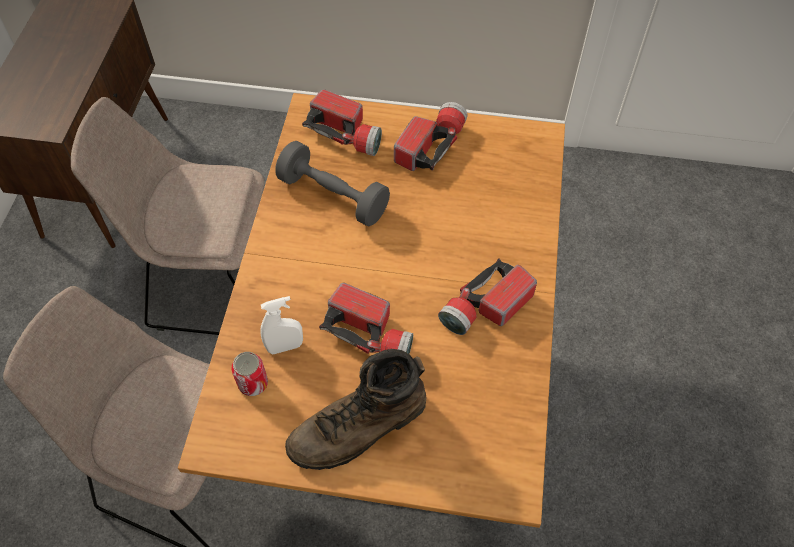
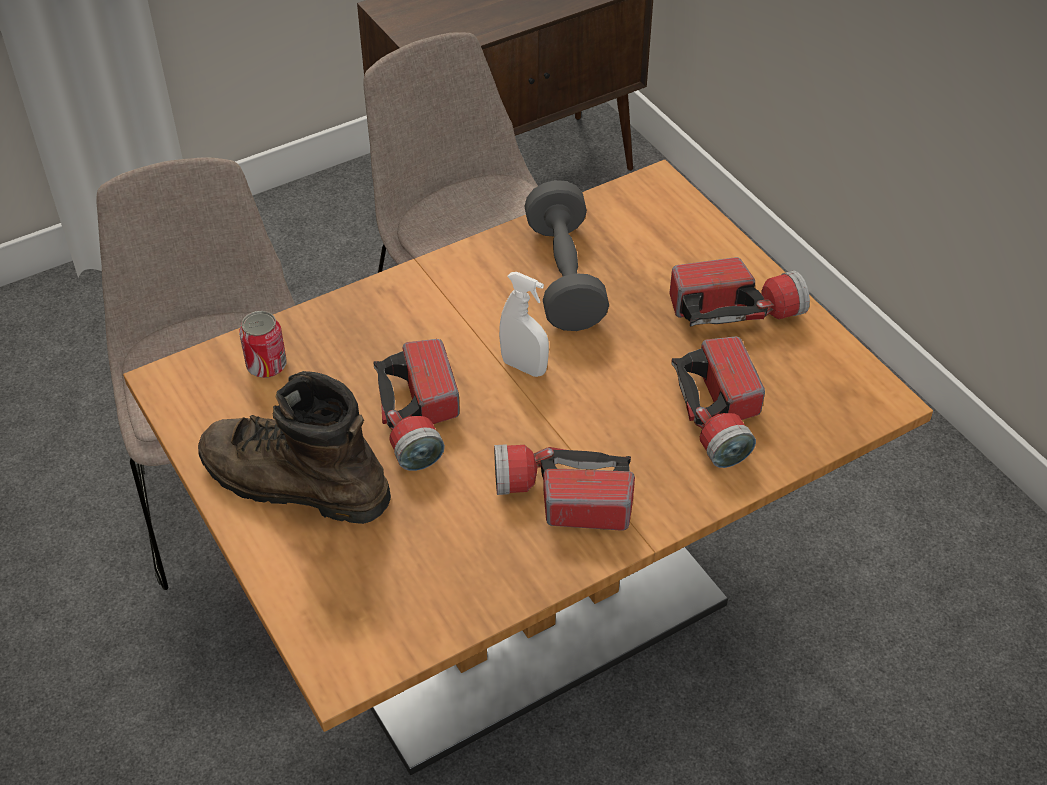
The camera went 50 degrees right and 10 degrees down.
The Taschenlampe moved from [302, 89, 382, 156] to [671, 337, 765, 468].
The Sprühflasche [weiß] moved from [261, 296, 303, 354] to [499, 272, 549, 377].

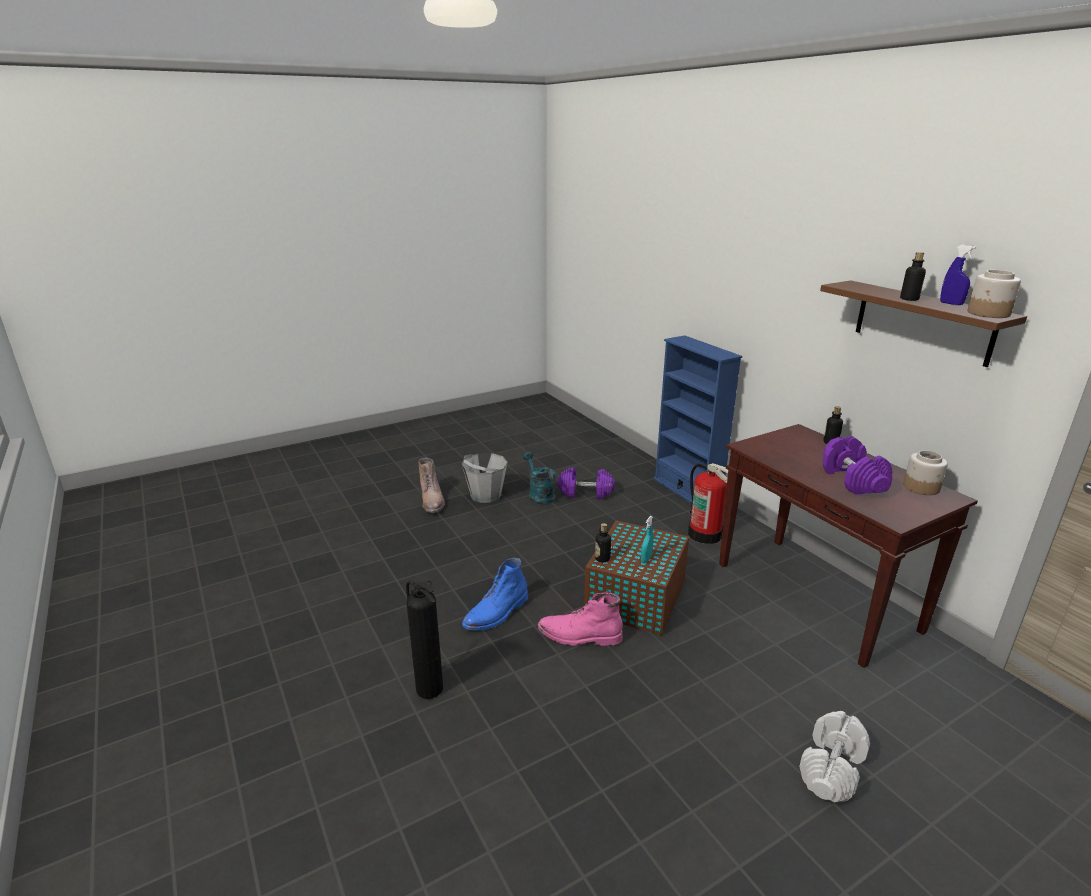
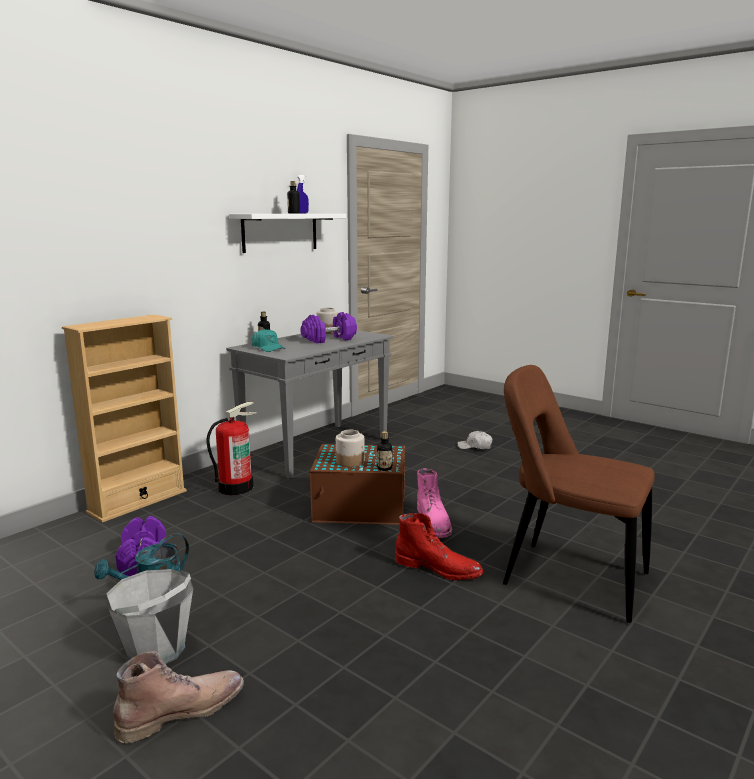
The camera went 110 degrees left and 10 degrees down.
The Vorratsglas moved from [967, 270, 1021, 318] to [336, 430, 365, 467].
The Wandregal [braun] at [820, 280, 1027, 367] became the Wandregal [weiß] at [229, 214, 346, 253].
The Bücherregal [blau] at [653, 335, 742, 504] became the Bücherregal [beige] at [62, 314, 187, 523].
The Konsolentisch [braun] at [719, 424, 978, 668] became the Konsolentisch [grau] at [226, 330, 393, 479].
The Sprühflasche [türkis] at [641, 516, 654, 563] disappeared.
The Stiefel [blau] at [462, 558, 528, 631] became the Stiefel [rot] at [395, 513, 483, 580].
The Feuerlöscher at [406, 581, 443, 699] was replaced by the Stuhl [braun] at [503, 365, 655, 623].
The Hantel [weiß] at [799, 711, 870, 802] was replaced by the Kappe [weiß] at [458, 431, 493, 449].
The Kappe [türkis] at [251, 329, 285, 352] appeared.

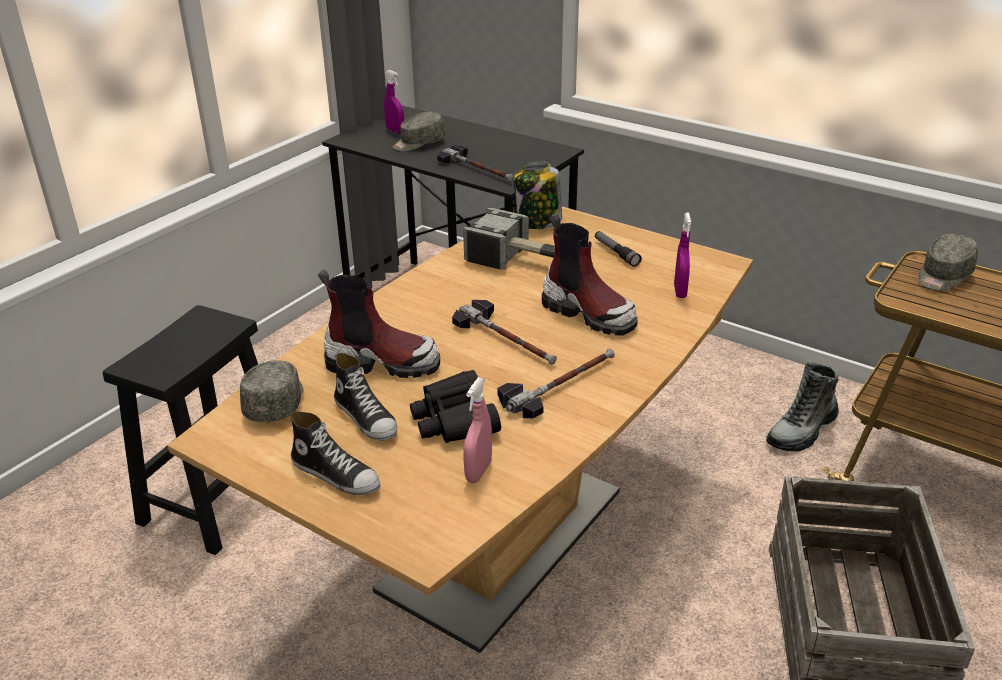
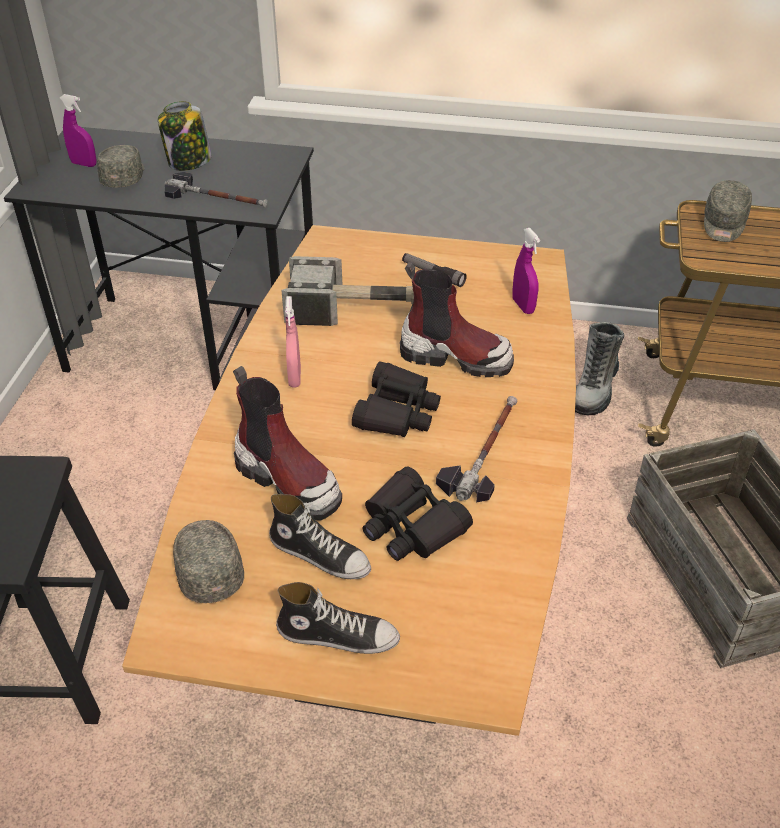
The camera went 25 degrees left and 10 degrees up.
The Kappe [grau] at [393, 112, 445, 151] turned 150 degrees clockwise.
The Vorratsglas moved from [514, 161, 562, 229] to [158, 101, 212, 171].
The Stiefel at [318, 269, 440, 378] turned 60 degrees clockwise.
The Hammer at [452, 300, 557, 365] was replaced by the Fernglas [schwarz] at [352, 361, 441, 437].
The Sprühflasche [rosa] moved from [464, 377, 492, 483] to [285, 296, 301, 388].

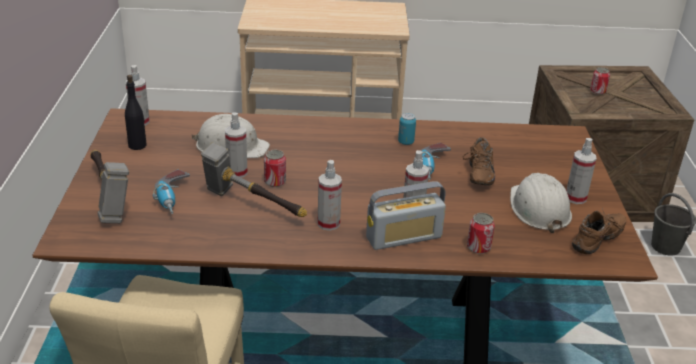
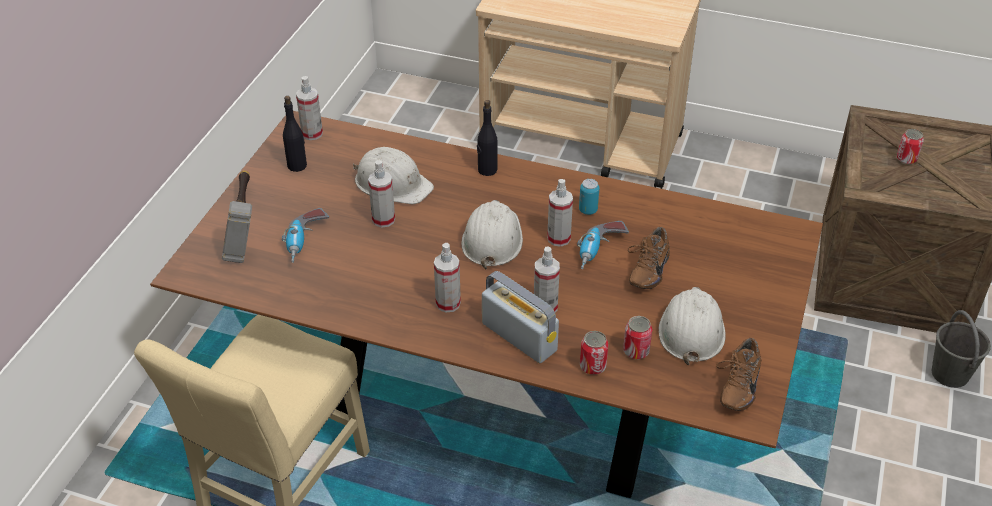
The camera went 20 degrees right and 10 degrees up.
The Sprühflasche moved from [566, 138, 596, 204] to [547, 179, 573, 247].
The Hammer at [201, 142, 307, 217] disappeared.
The Dose moved from [264, 150, 286, 187] to [623, 316, 652, 359].
The Radio at [366, 181, 446, 250] turned 135 degrees counterclockwise.
The Schuh [braun] at [572, 208, 626, 254] turned 135 degrees clockwise.
The Flasche [schwarz] at [477, 100, 497, 176] appeared.
The Schutzhelm [weiß] at [461, 200, 523, 270] appeared.

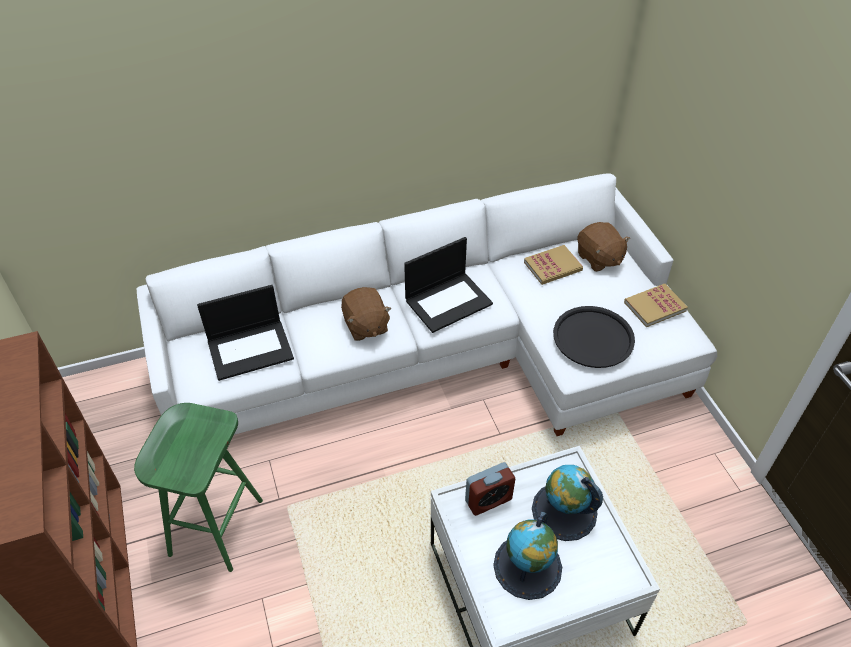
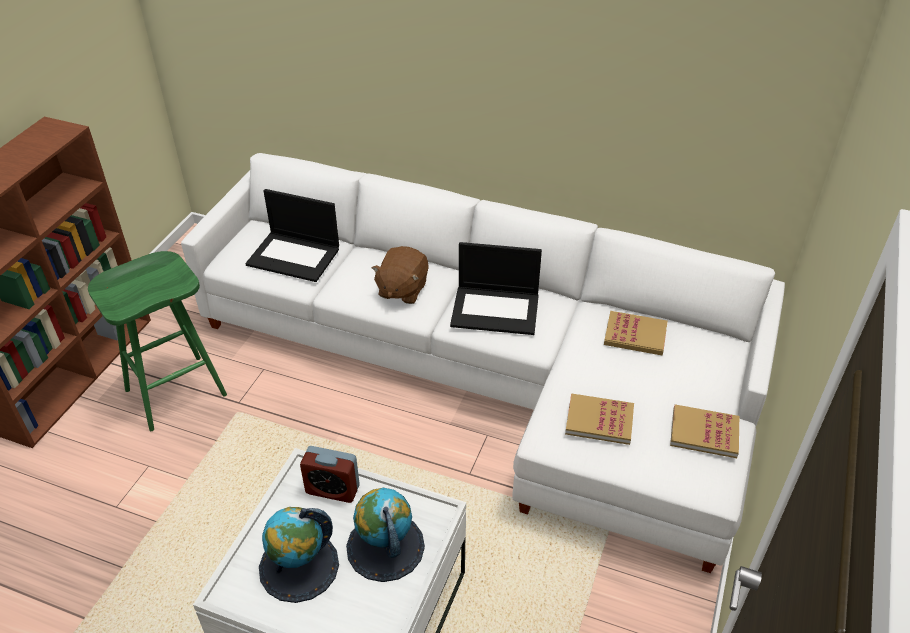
The camera went 40 degrees right and 5 degrees down.
The Plüschtier [braun] at [577, 222, 630, 272] disappeared.
The Tablett [schwarz] at [553, 306, 635, 368] was replaced by the Buch at [565, 393, 634, 445].

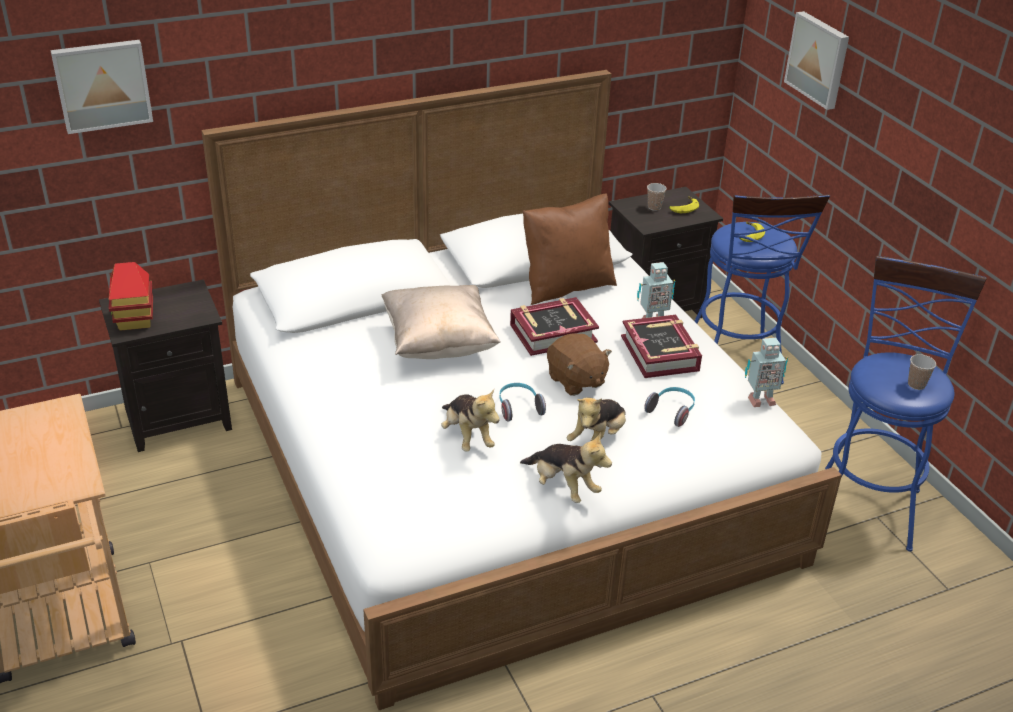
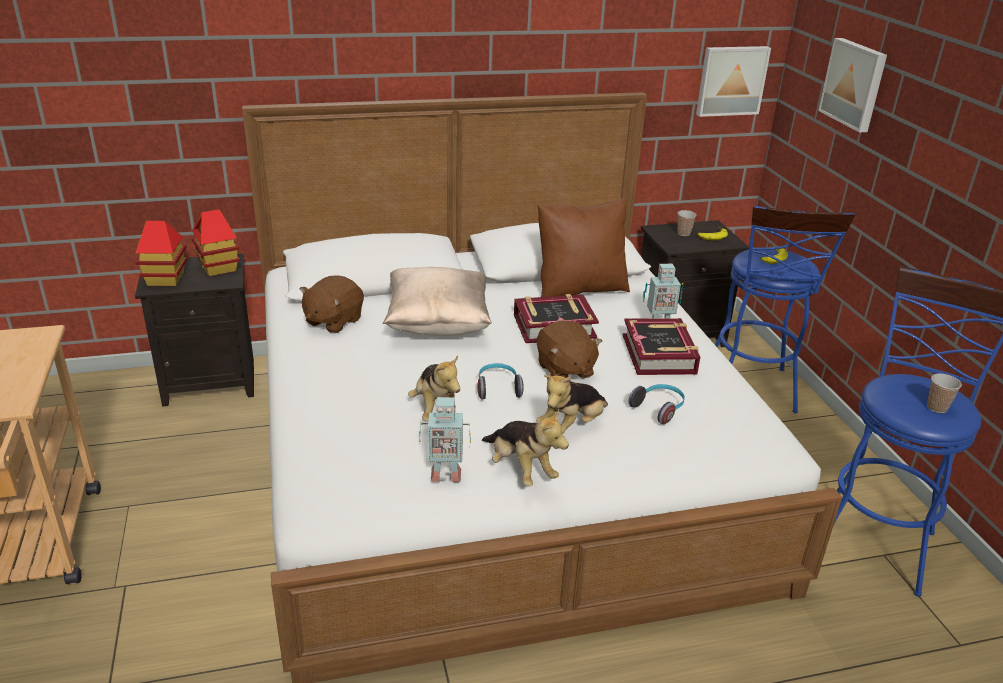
The camera went 10 degrees right and 5 degrees down.
The Bild moved from [50, 40, 153, 134] to [696, 46, 771, 117].
The Spielzeugroboter moved from [745, 338, 788, 407] to [419, 397, 471, 482].
The Spielzeughaus at [192, 209, 240, 276] appeared.
The Plüschtier [braun] at [300, 275, 364, 333] appeared.

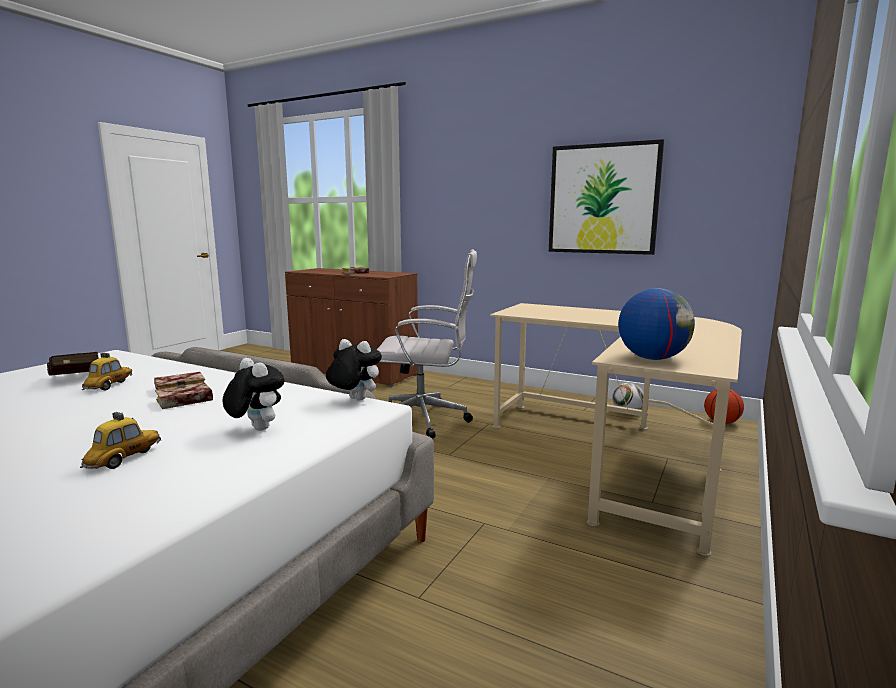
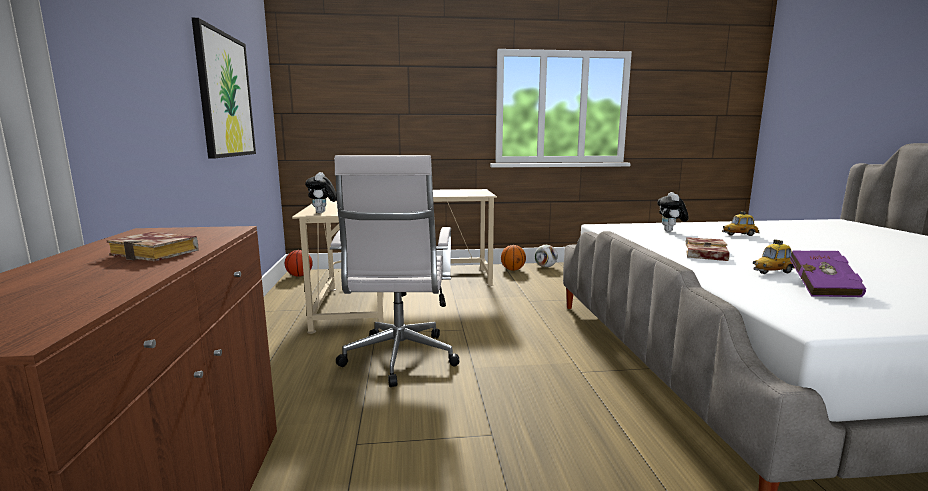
The camera went 125 degrees left and 0 degrees up.
The Bürostuhl [weiß] at [377, 249, 477, 439] turned 150 degrees counterclockwise.
The Globus at [618, 288, 695, 360] disappeared.
The Plüschtier moved from [326, 339, 382, 401] to [305, 172, 337, 213].
The Buch [rot] at [47, 352, 99, 376] became the Buch [lila] at [790, 250, 866, 297].
The Fußball moved from [612, 383, 644, 410] to [535, 245, 558, 267].
The Basketball at [501, 245, 526, 271] appeared.

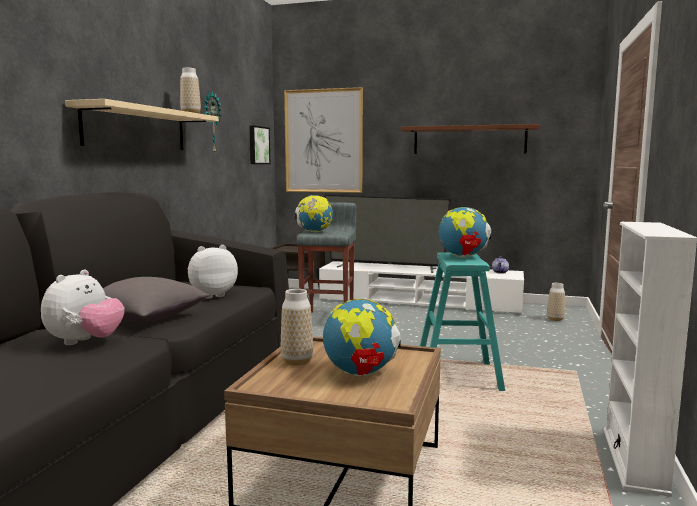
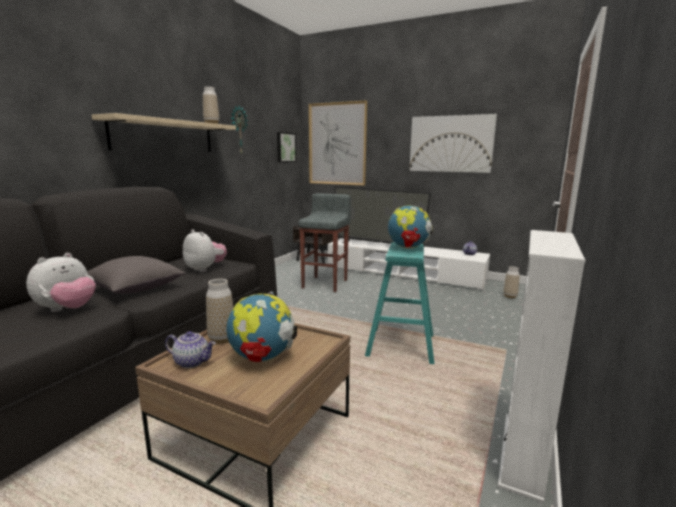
The camera went 10 degrees right and 5 degrees up.
The Wandregal [braun] at [400, 124, 540, 154] was replaced by the Bild at [409, 114, 497, 173].
The Globus at [295, 195, 333, 233] disappeared.
The Plüschtier at [188, 245, 238, 299] turned 60 degrees clockwise.
The Teekanne at [165, 331, 216, 368] appeared.

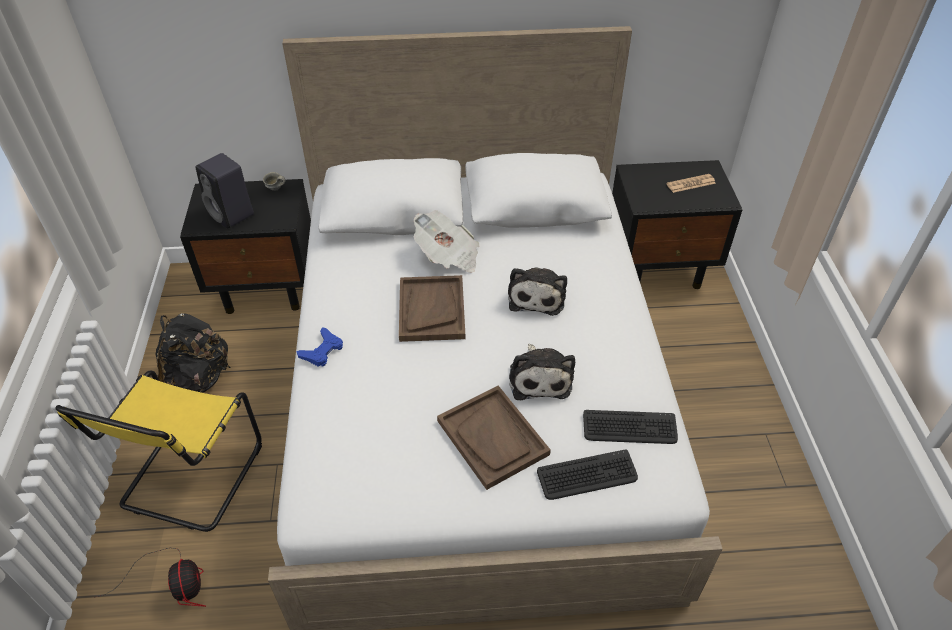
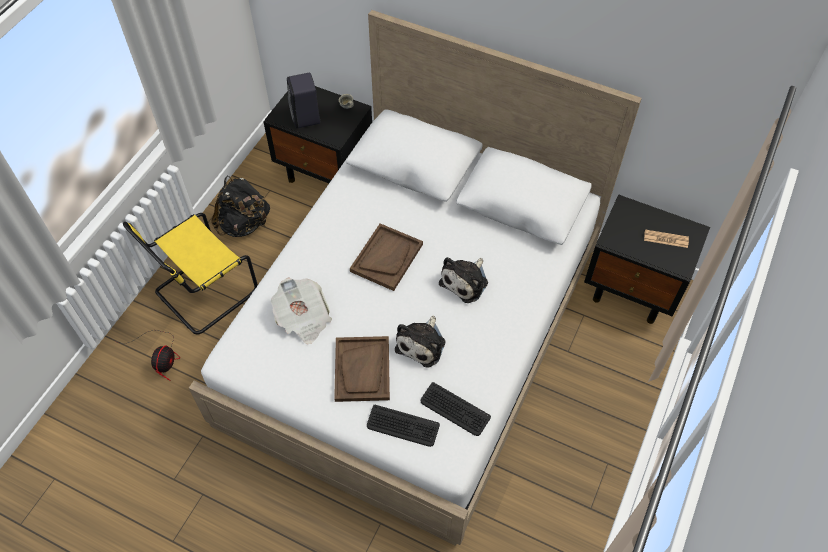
The camera went 30 degrees right and 10 degrees up.
The Zeitung moved from [414, 210, 479, 273] to [271, 278, 332, 344].
The Gamepad [blau] at [296, 327, 343, 367] disappeared.

